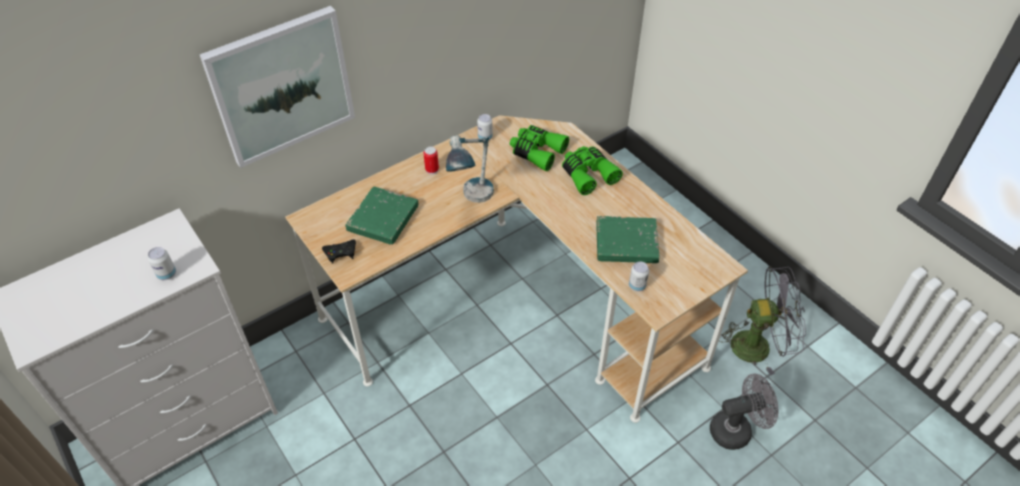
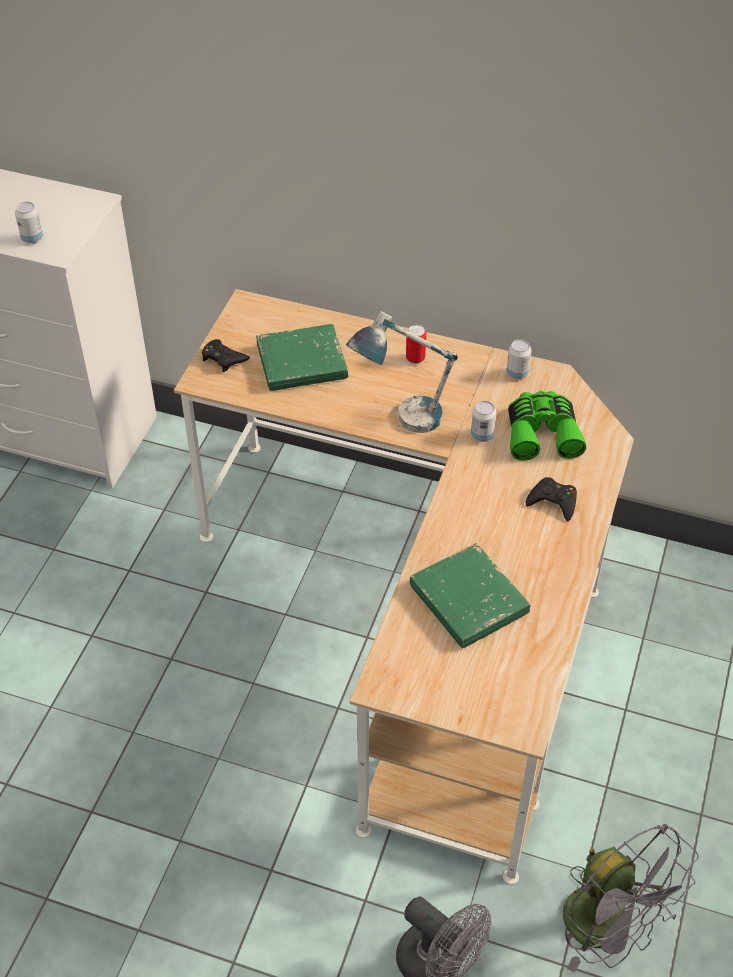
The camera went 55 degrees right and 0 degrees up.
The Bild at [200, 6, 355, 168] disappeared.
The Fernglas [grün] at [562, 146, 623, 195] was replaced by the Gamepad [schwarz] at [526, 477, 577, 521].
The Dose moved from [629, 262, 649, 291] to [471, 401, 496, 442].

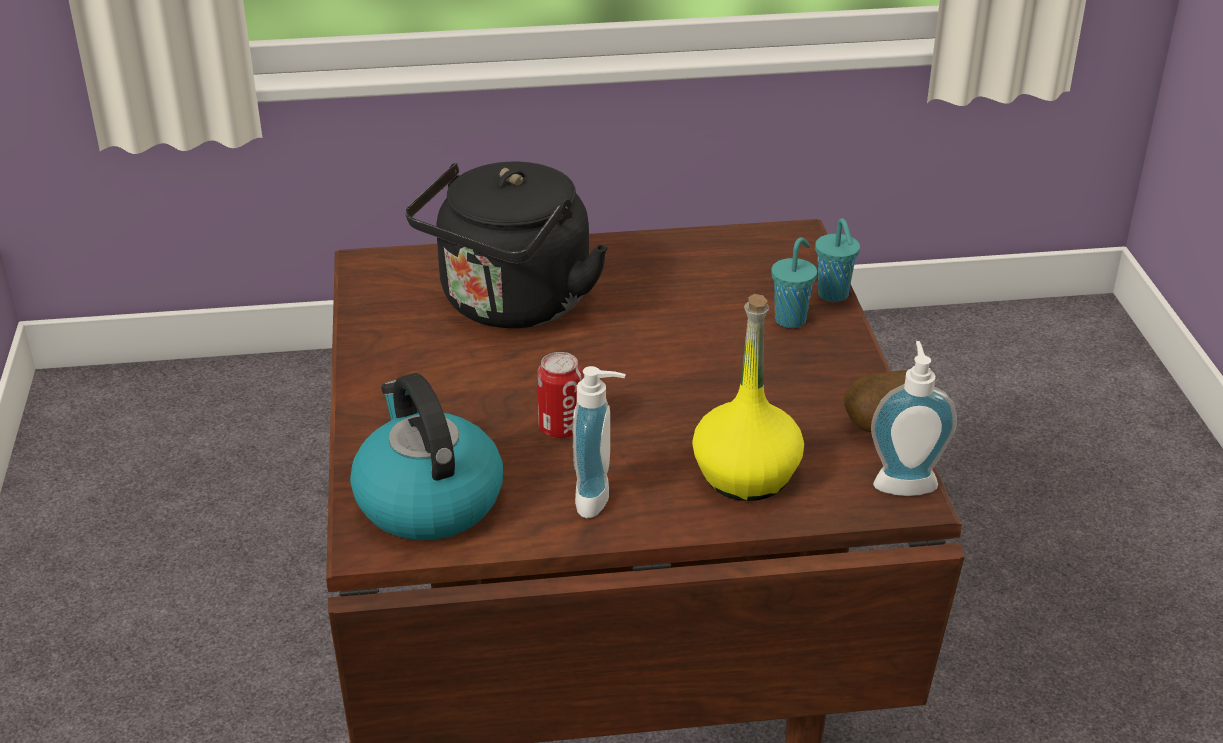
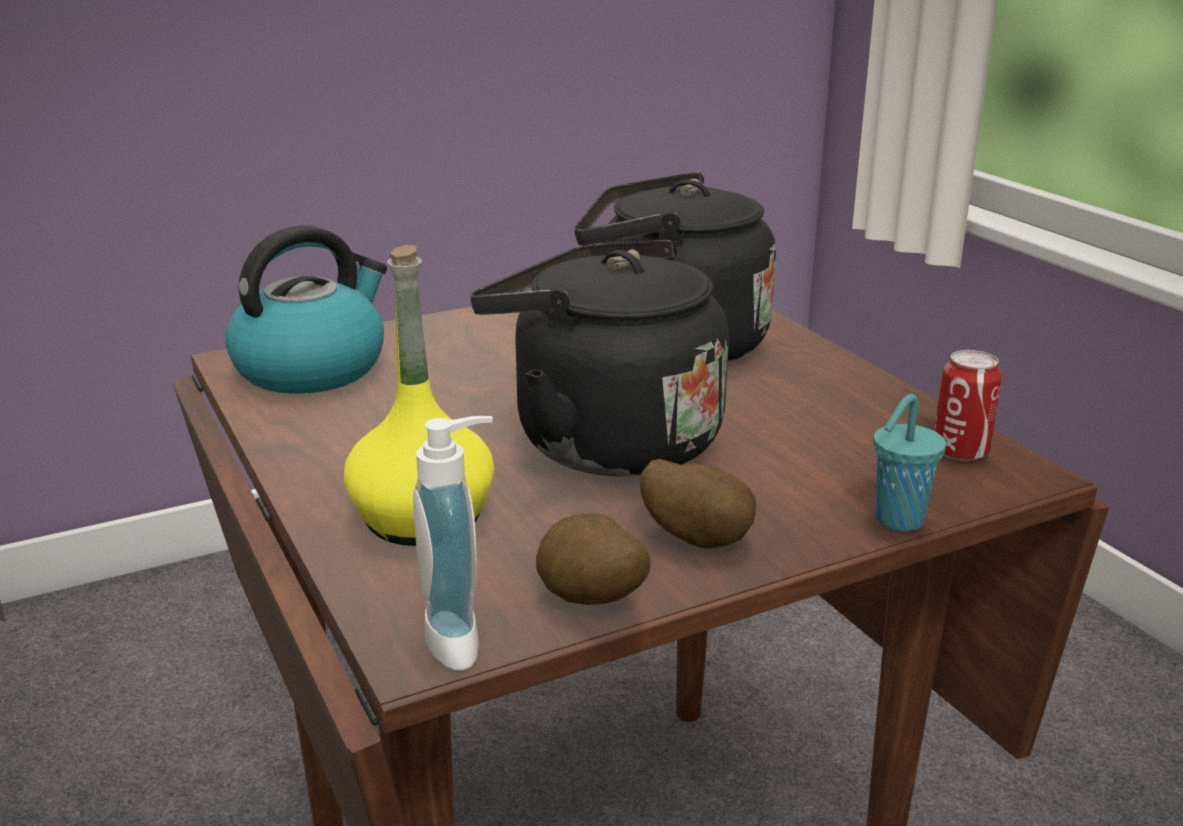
The camera went 70 degrees right and 10 degrees down.
The Tasse [türkis] at [771, 237, 817, 328] disappeared.
The Dose moved from [537, 352, 582, 438] to [934, 350, 1002, 461].
The Seifenspender at [573, 366, 626, 518] disappeared.
The Wasserkessel [schwarz] at [471, 240, 729, 476] appeared.
The Kartoffel at [640, 459, 756, 548] appeared.

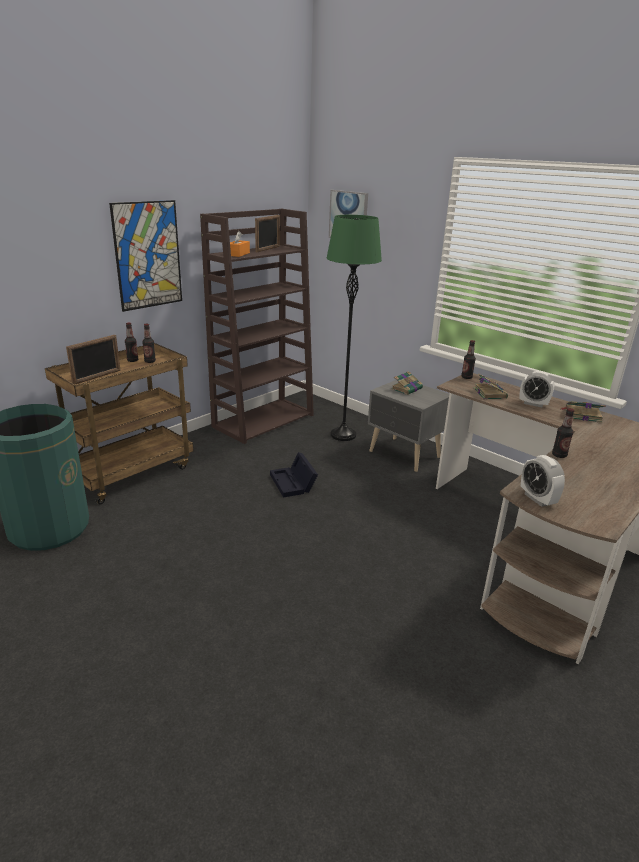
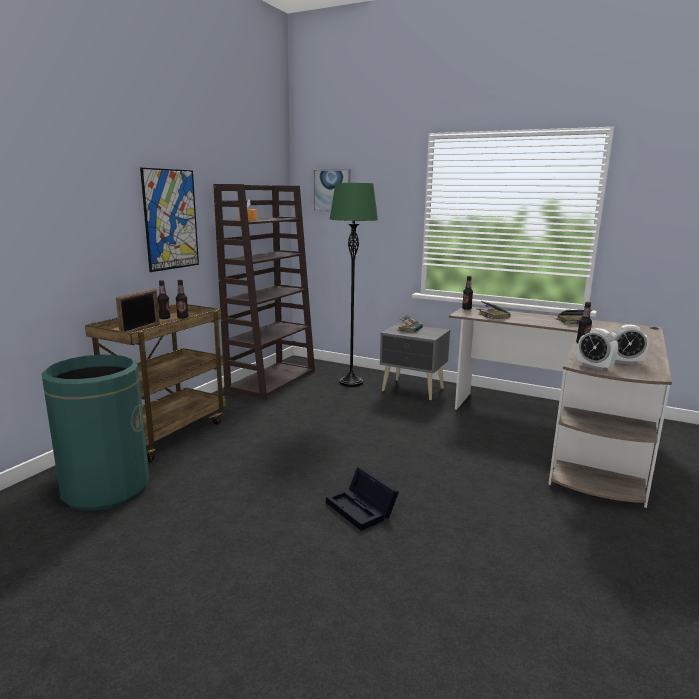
The camera went 15 degrees left and 10 degrees down.
The Bilderrahmen at [255, 215, 280, 252] disappeared.
The Wecker moved from [520, 371, 554, 407] to [611, 325, 649, 365].
The Aufbewahrungsbox [schwarz] moved from [270, 452, 318, 498] to [326, 467, 399, 531].

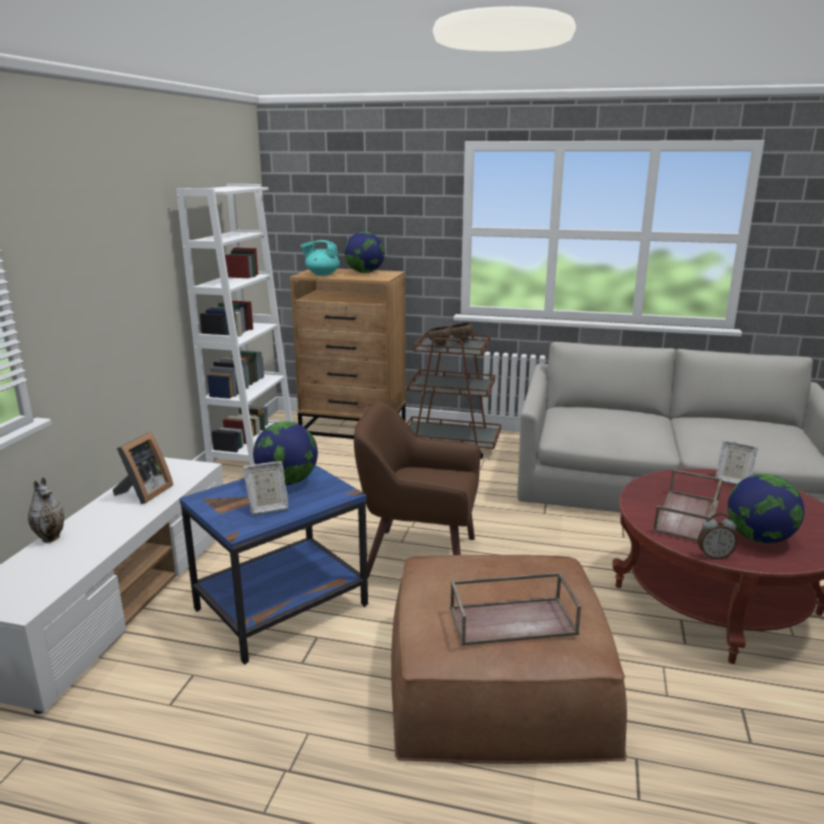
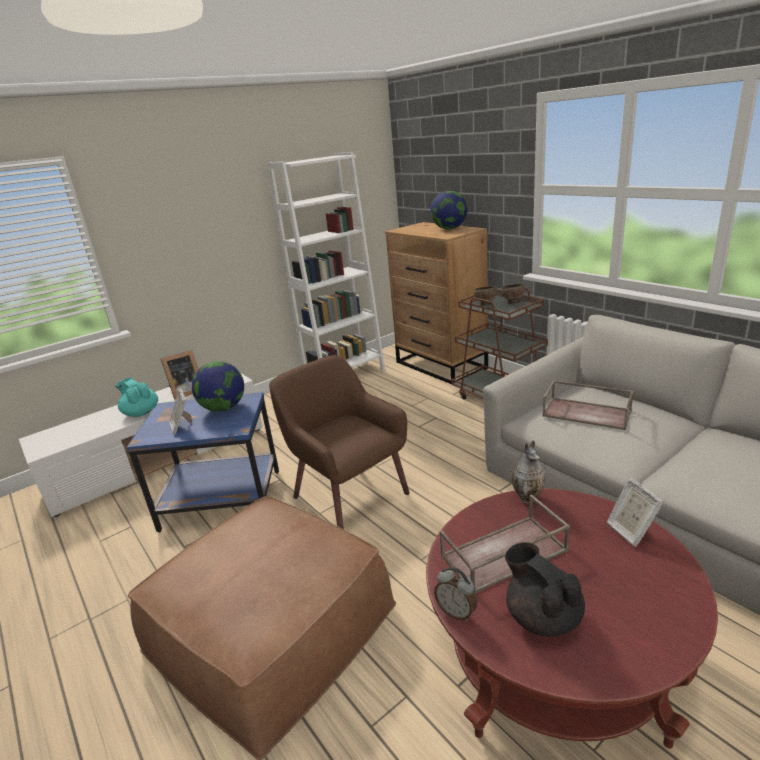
The camera went 40 degrees right and 5 degrees up.
The Teekanne [türkis] moved from [301, 240, 340, 276] to [115, 377, 158, 417].
The Bilderrahmen at [243, 461, 288, 515] turned 45 degrees clockwise.
The Globus at [727, 474, 804, 544] was replaced by the Teekanne [schwarz] at [505, 542, 585, 637].
The Vase moved from [28, 477, 64, 543] to [512, 440, 546, 503].
The Tablett [braun] moved from [450, 572, 581, 646] to [542, 380, 634, 430].

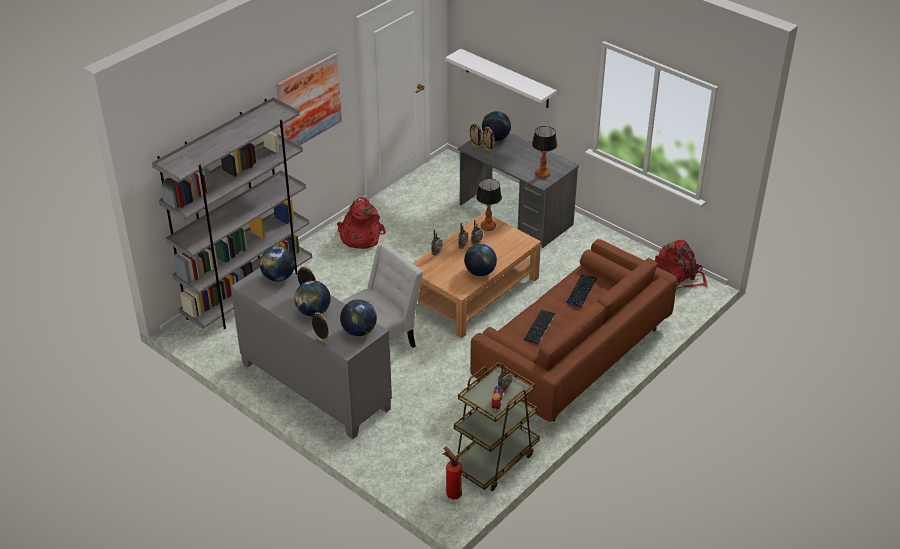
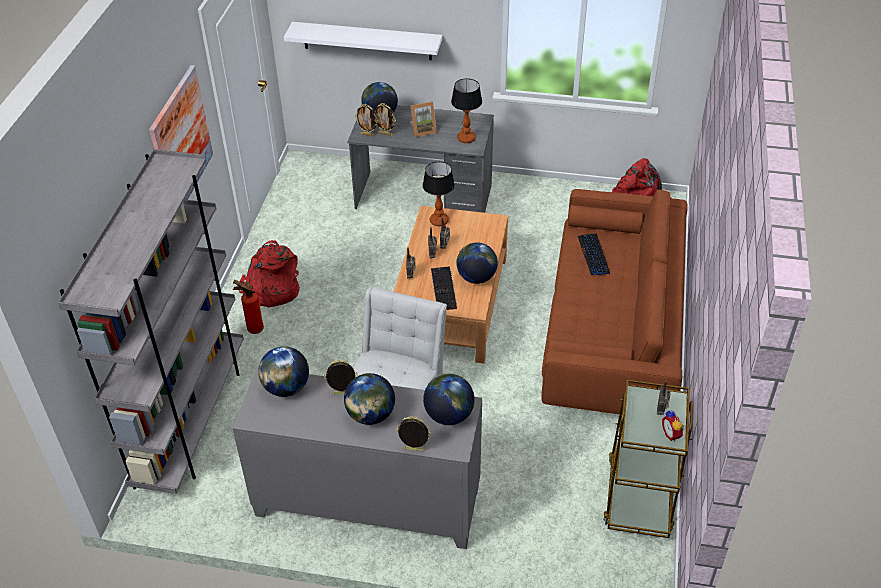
The camera went 30 degrees left and 5 degrees up.
The Tastatur moved from [523, 309, 556, 344] to [431, 266, 457, 310].
The Feuerlöscher moved from [443, 447, 462, 499] to [233, 280, 264, 334].
The Bilderrahmen at [410, 101, 437, 137] appeared.

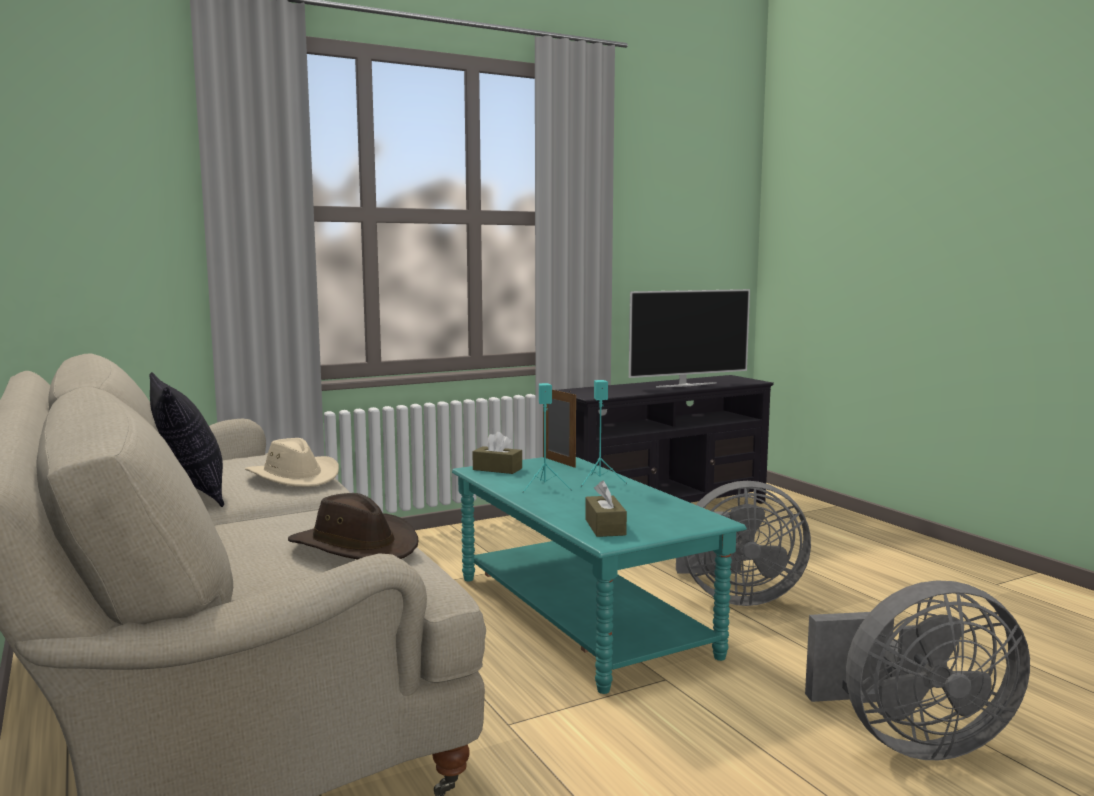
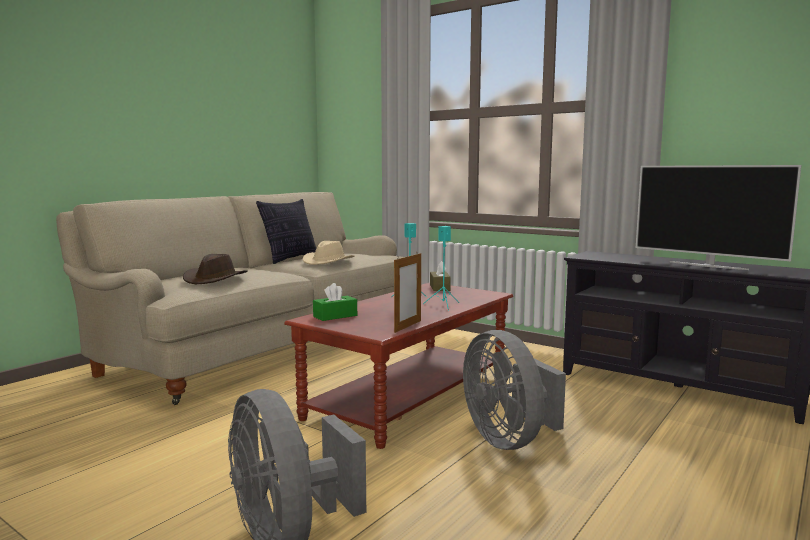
The camera went 65 degrees right and 0 degrees up.
The Bilderrahmen moved from [543, 390, 576, 468] to [394, 252, 421, 333].
The Couchtisch [türkis] at [452, 457, 747, 694] became the Couchtisch [braun] at [284, 283, 513, 449].
The Taschentuchbox [braun] at [585, 480, 627, 537] became the Taschentuchbox [grün] at [313, 283, 357, 321].

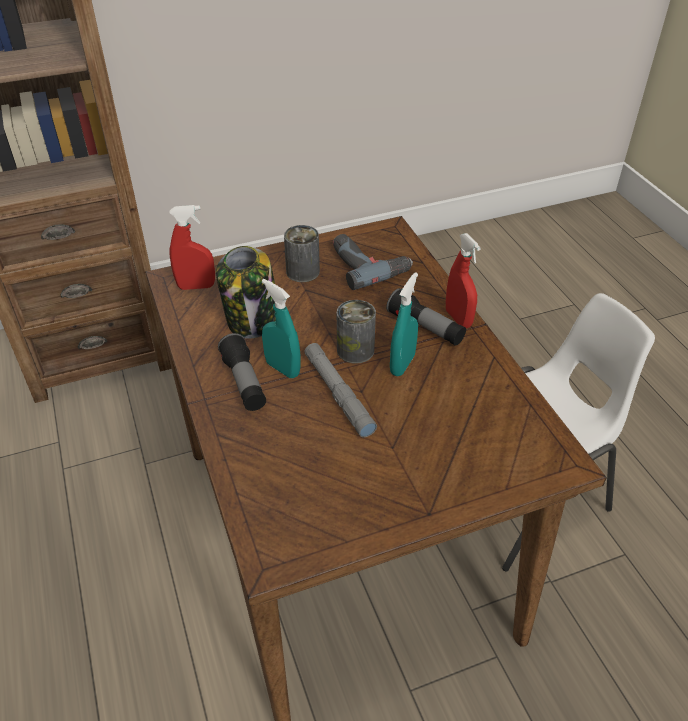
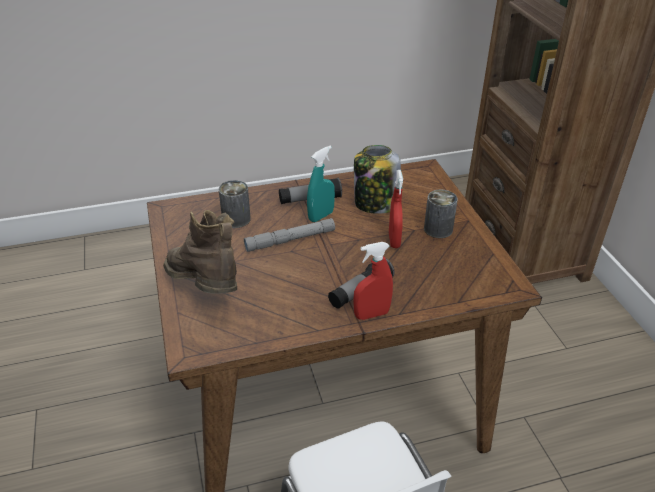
The camera went 95 degrees right and 5 degrees down.
The Sprühflasche [rot] moved from [169, 205, 215, 290] to [389, 170, 403, 248].
The Bohrmaschine at [333, 234, 413, 290] disappeared.
The Sprühflasche [türkis] at [390, 272, 418, 376] disappeared.
The Dose moved from [337, 300, 376, 364] to [219, 180, 251, 228].
The Stiefel [braun] at [163, 210, 237, 294] appeared.

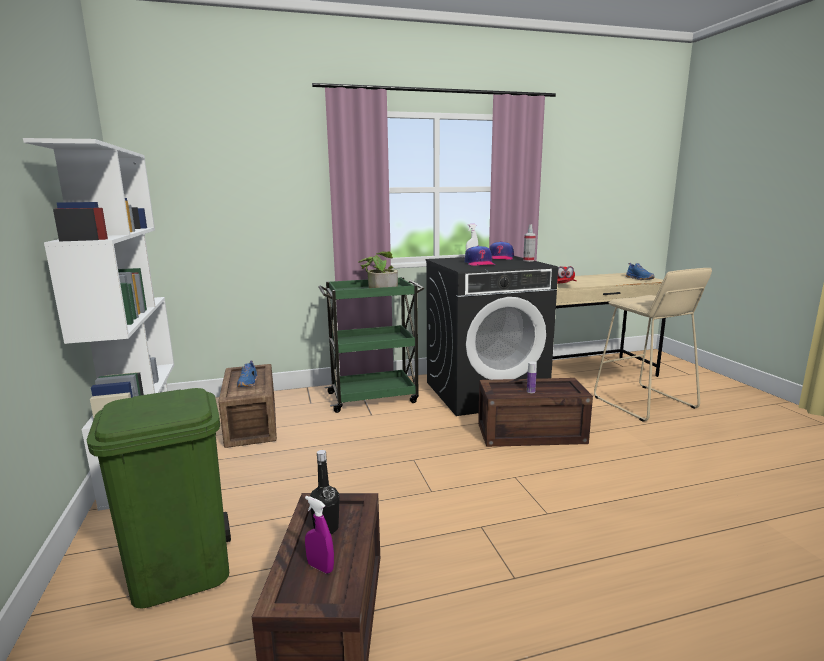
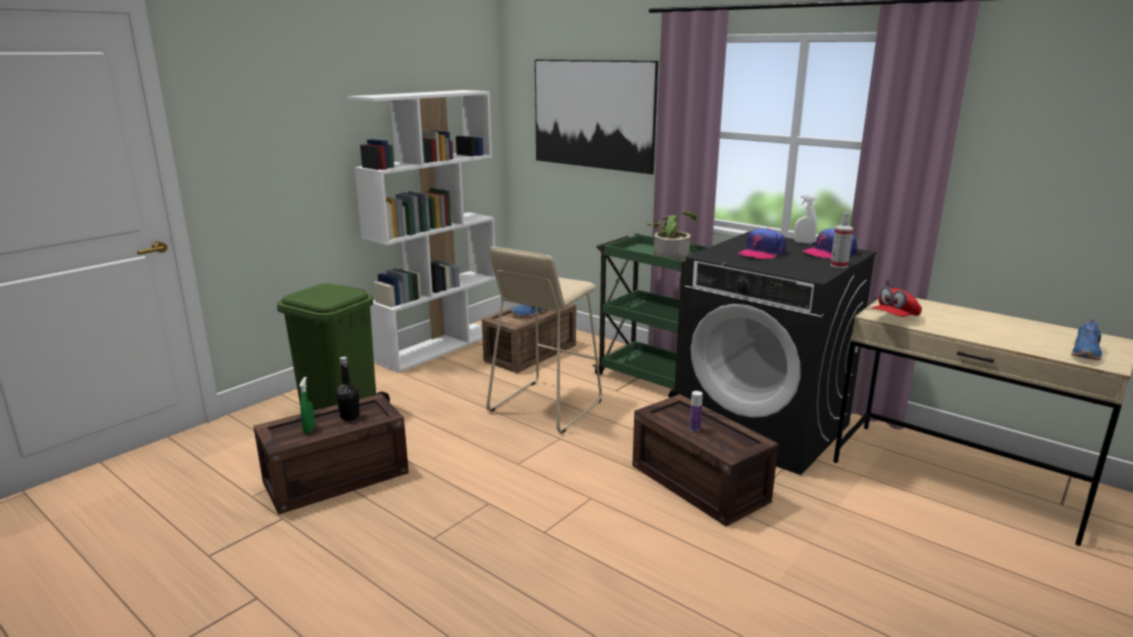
The camera went 55 degrees right and 5 degrees up.
The Hocker [beige] moved from [594, 268, 712, 422] to [486, 247, 602, 433].
The Sprühflasche [lila] at [305, 496, 334, 574] became the Sprühflasche [grün] at [300, 377, 315, 434].
The Bild at [535, 60, 658, 174] appeared.

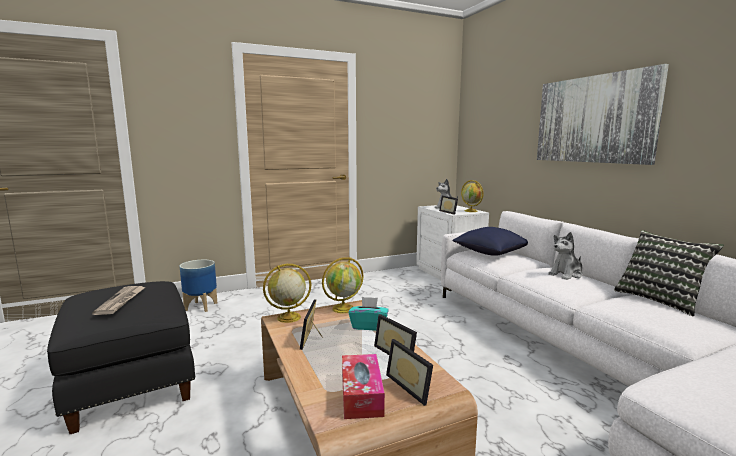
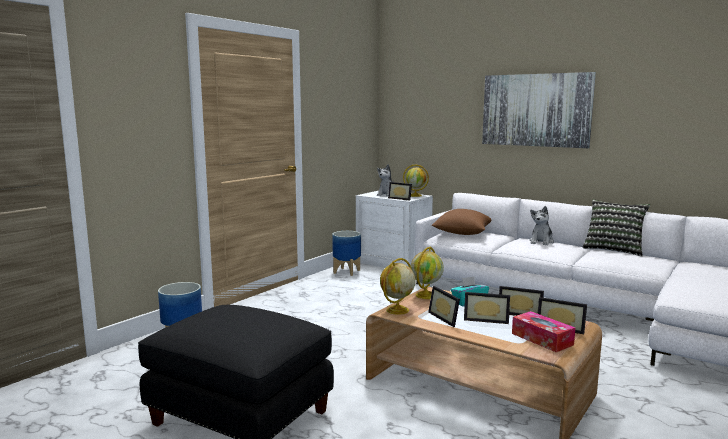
The camera went 30 degrees left and 0 degrees up.
The Kissen [blau] at [452, 227, 528, 256] became the Kissen [braun] at [432, 209, 491, 235].
The Zeitung at [92, 286, 145, 315] disappeared.
The Pflanzkübel at [332, 231, 361, 276] appeared.
The Bilderrahmen at [464, 292, 510, 324] appeared.

